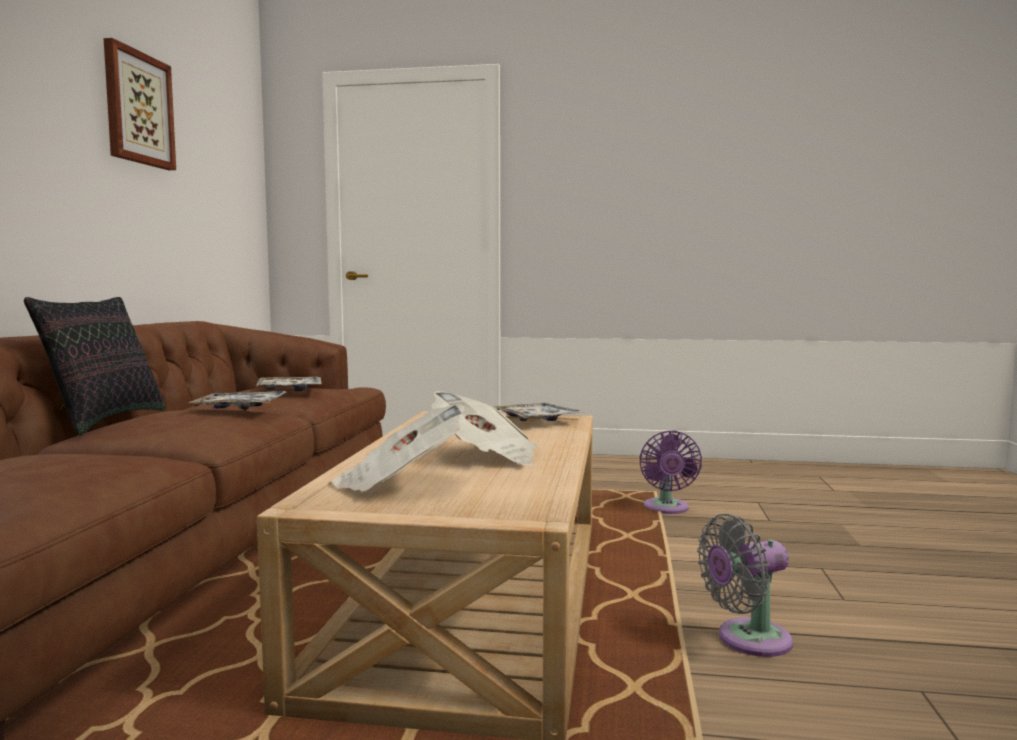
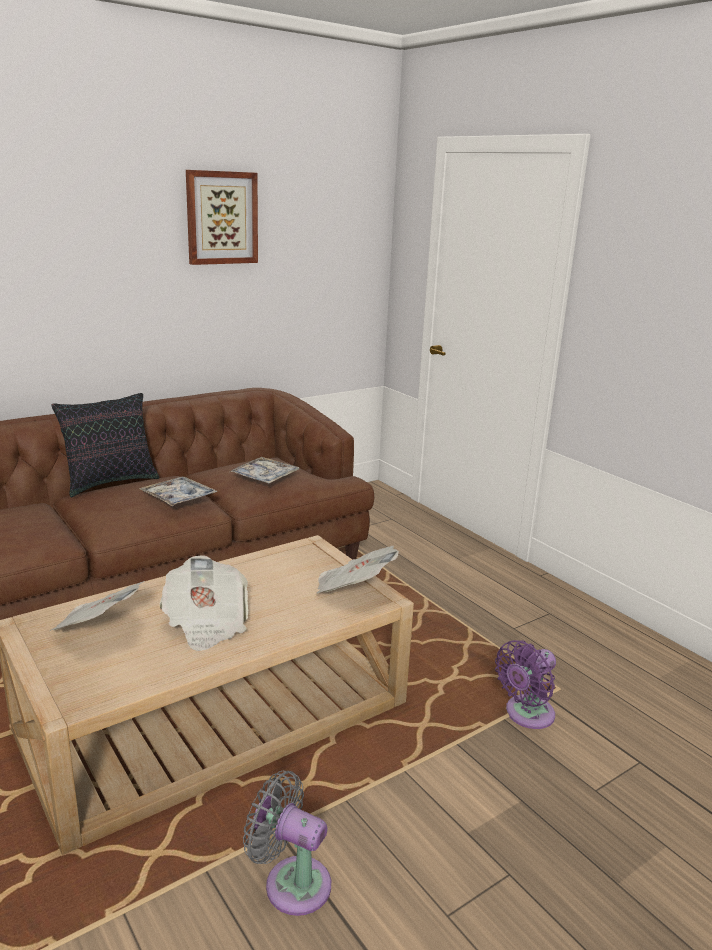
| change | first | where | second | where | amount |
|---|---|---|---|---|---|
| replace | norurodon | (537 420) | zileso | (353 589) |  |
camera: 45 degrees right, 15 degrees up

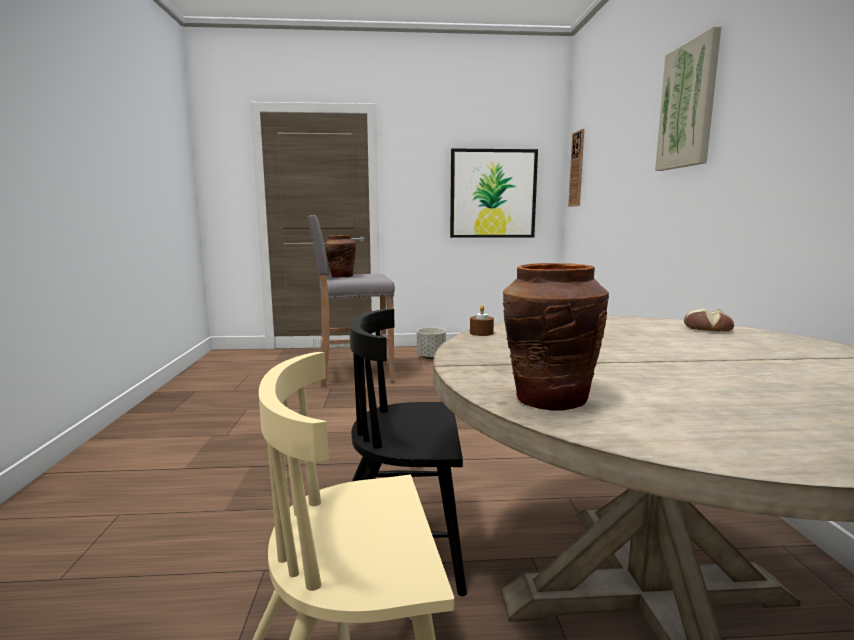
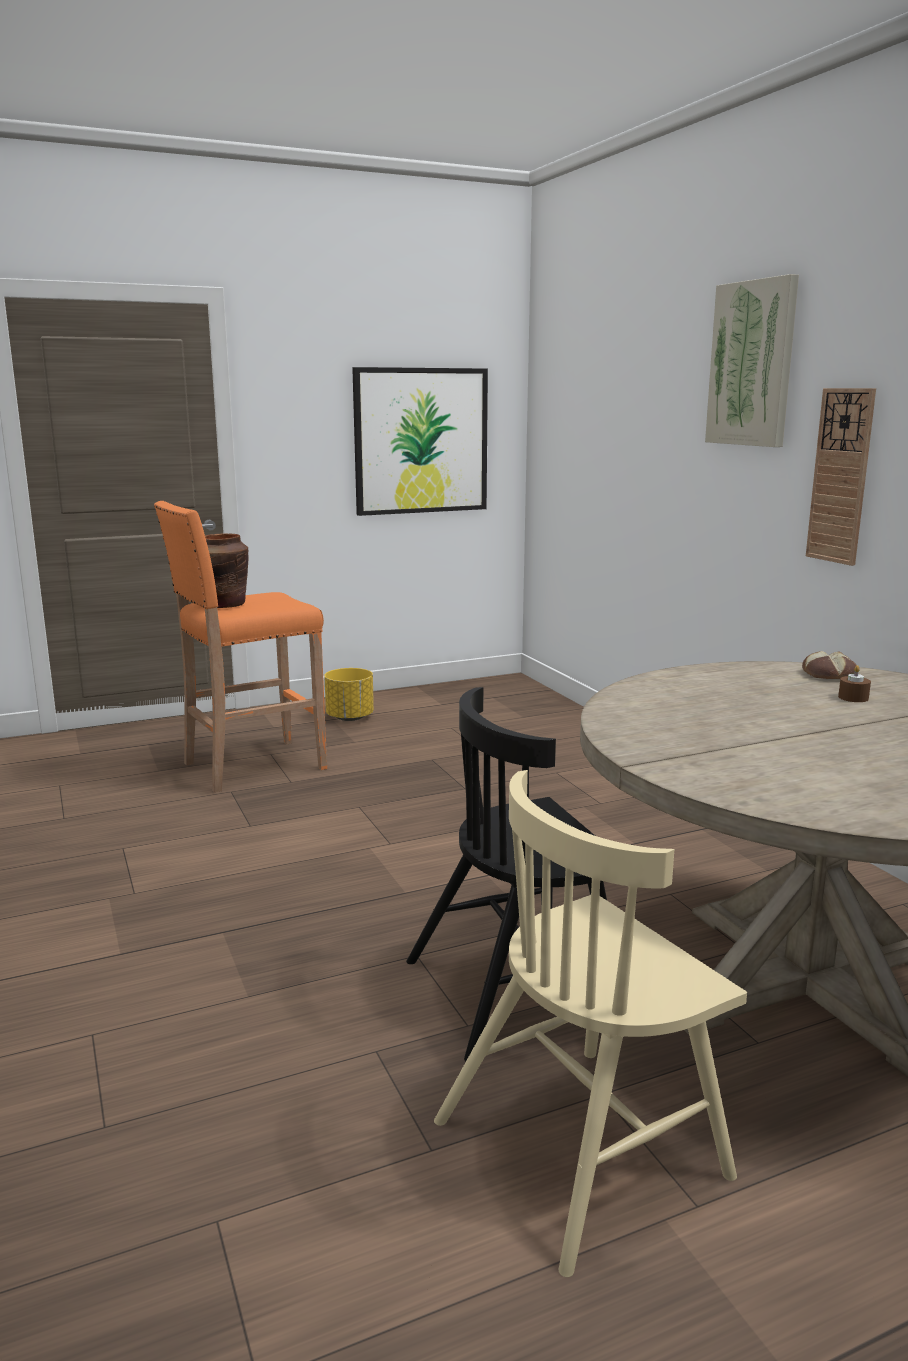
| change | first | where | second | where | amount |
|---|---|---|---|---|---|
| recolor | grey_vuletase | (353 376) | orange_vuletase | (251 766) |  |
| recolor | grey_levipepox | (431 357) | yellow_levipepox | (350 717) |  |
| move | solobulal | (577 169) |  | (841 476) |  |
| move | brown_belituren | (481 333) |  | (853 698) |  |
| delete | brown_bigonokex | (549 399) |  |  |  |
camera: 20 degrees left, 5 degrees up

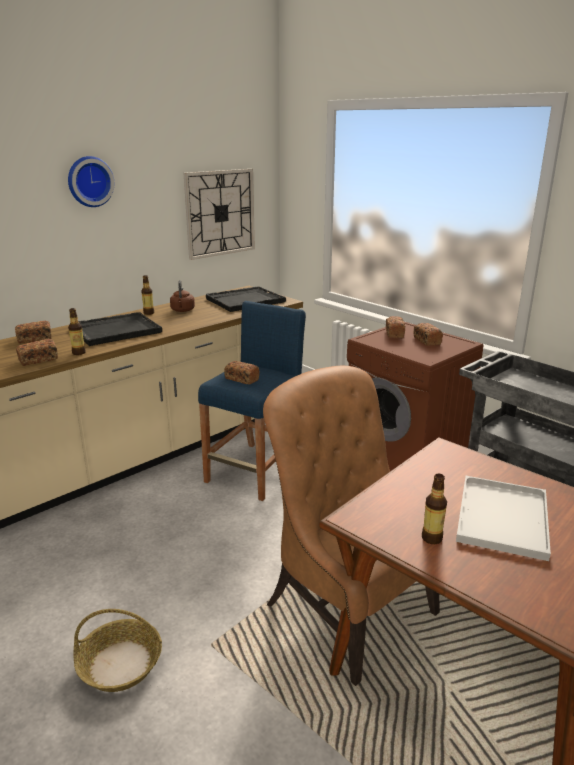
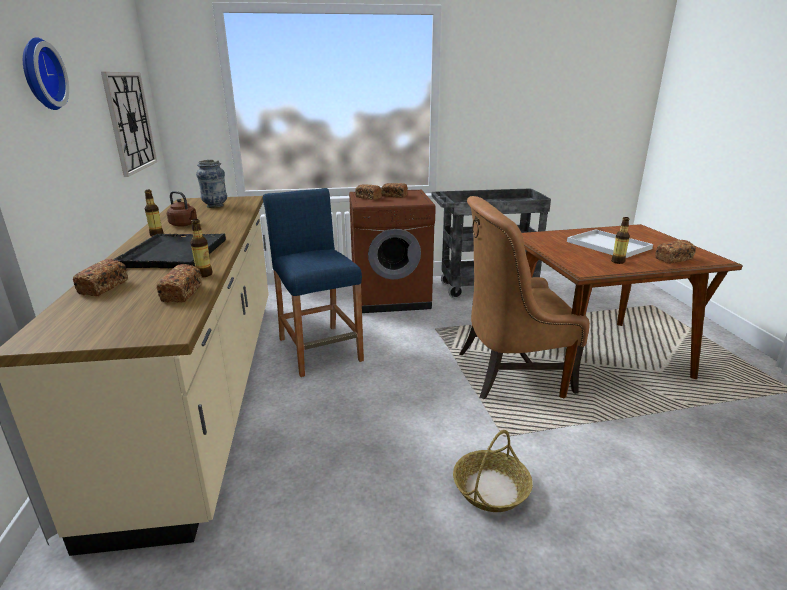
| change | first | where | second | where | amount |
|---|---|---|---|---|---|
| replace | black_norurodon | (244 300) | bigonokex | (215 206) |  |
| move | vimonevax | (241 379) |  | (673 259) |  |
camera: 55 degrees left, 0 degrees up

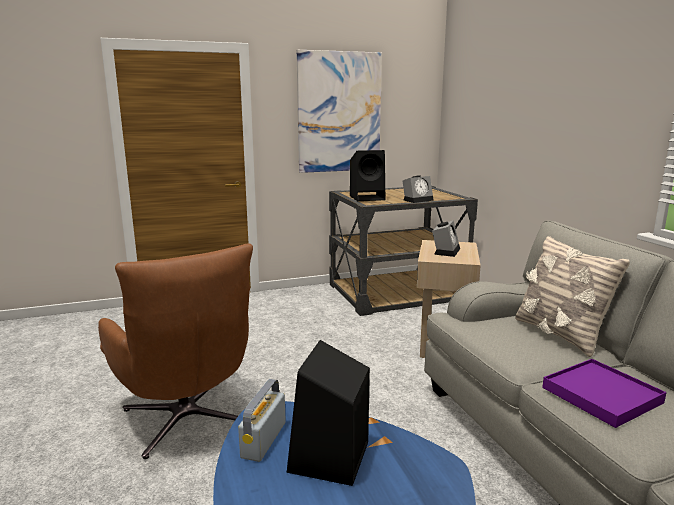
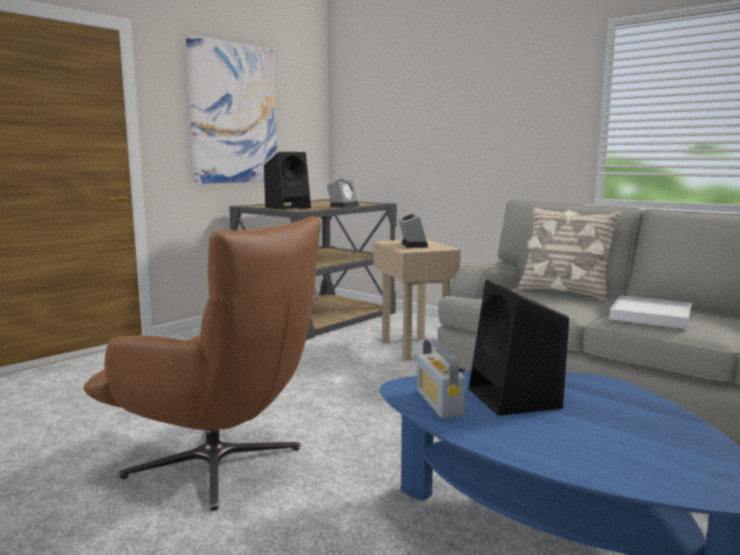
| change | first | where | second | where | amount |
|---|---|---|---|---|---|
| recolor | purple_norurodon | (602 395) | white_norurodon | (651 316) |  |
camera: 30 degrees left, 5 degrees down

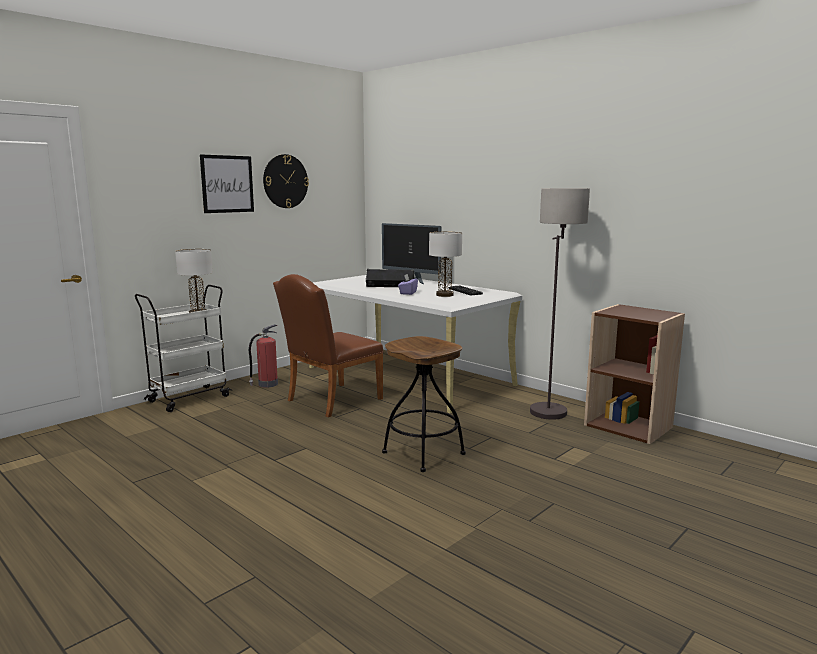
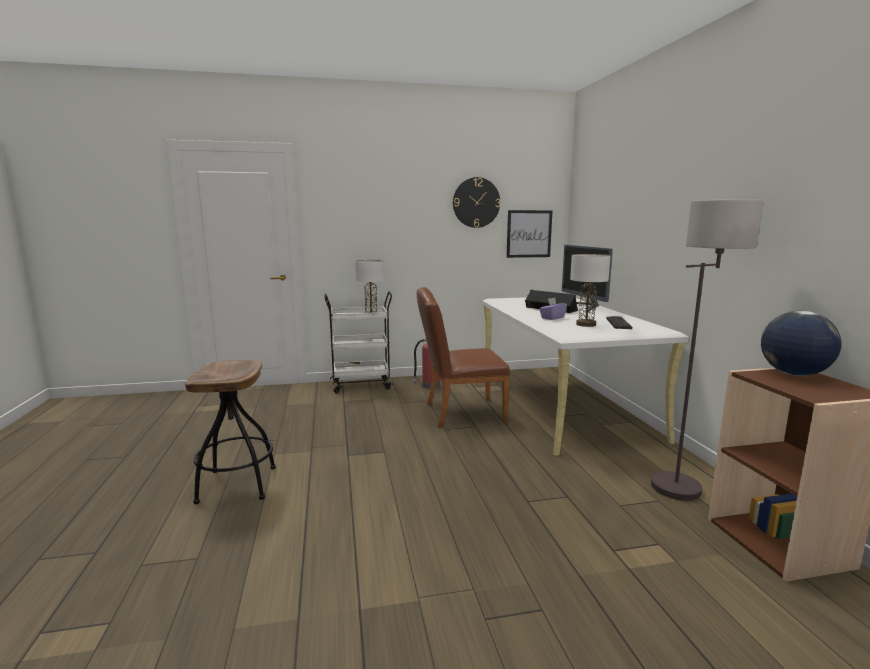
| change | first | where | second | where | amount |
|---|---|---|---|---|---|
| move | brown_vuletase | (424 453) |  | (237 484) |  |
| move | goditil | (227 184) |  | (529 234) |  |
| insert |  |  | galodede | (793 374) |  |
camera: 35 degrees right, 0 degrees up

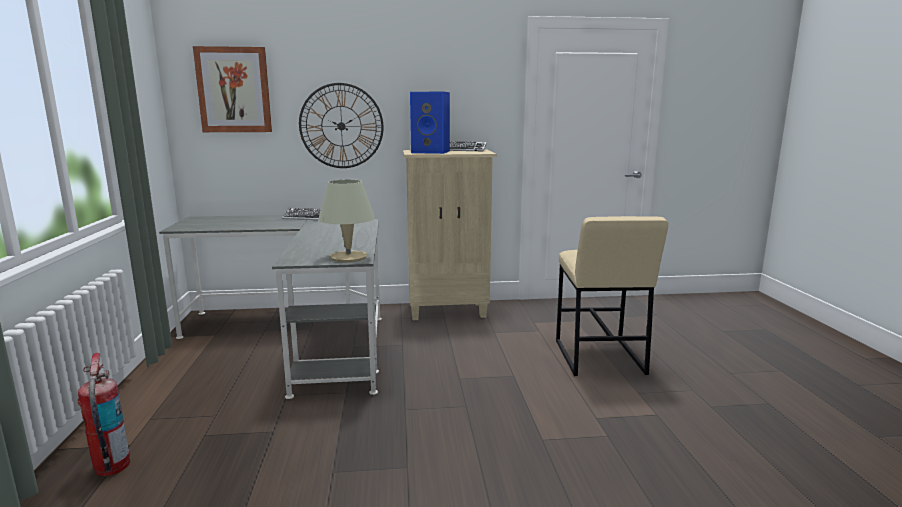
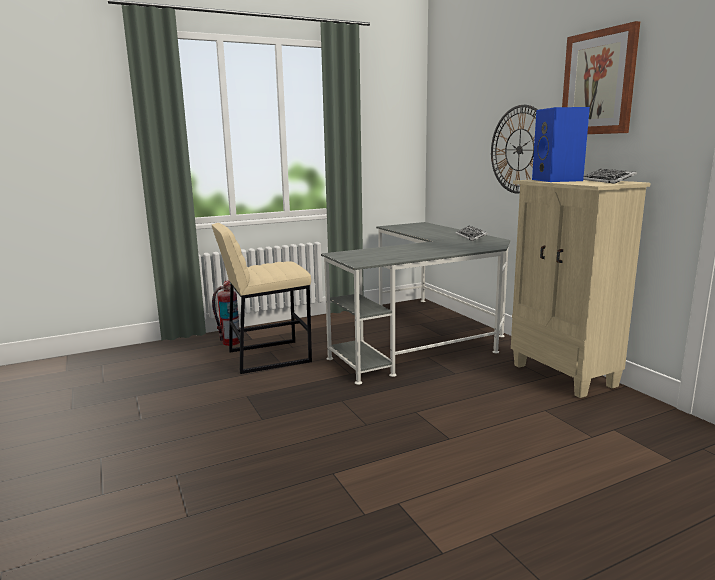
| change | first | where | second | where | amount |
|---|---|---|---|---|---|
| move | beige_vuletase | (600 358) |  | (267 357) |  |
| move | goditil | (234 90) |  | (598 83) |  |
| delete | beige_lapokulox | (349 257) |  |  |  |
camera: 70 degrees right, 0 degrees up

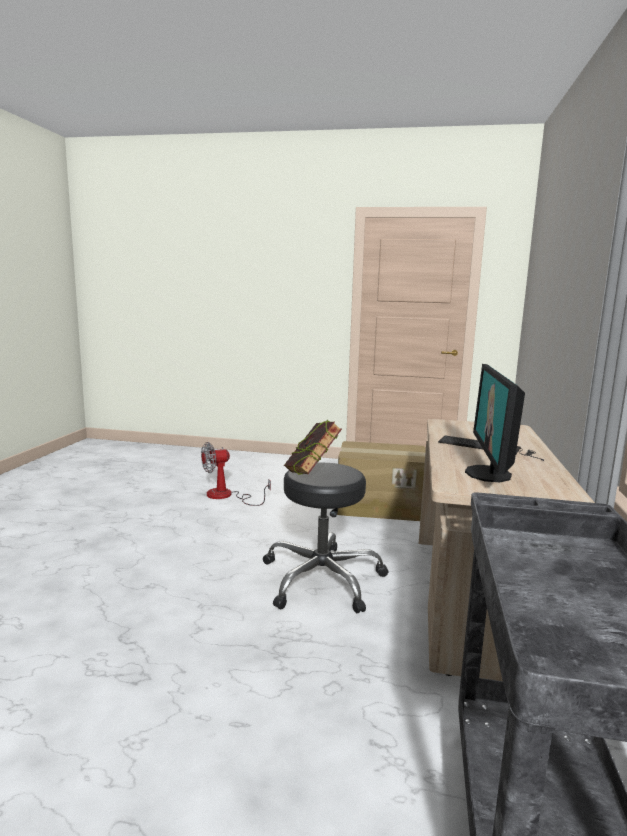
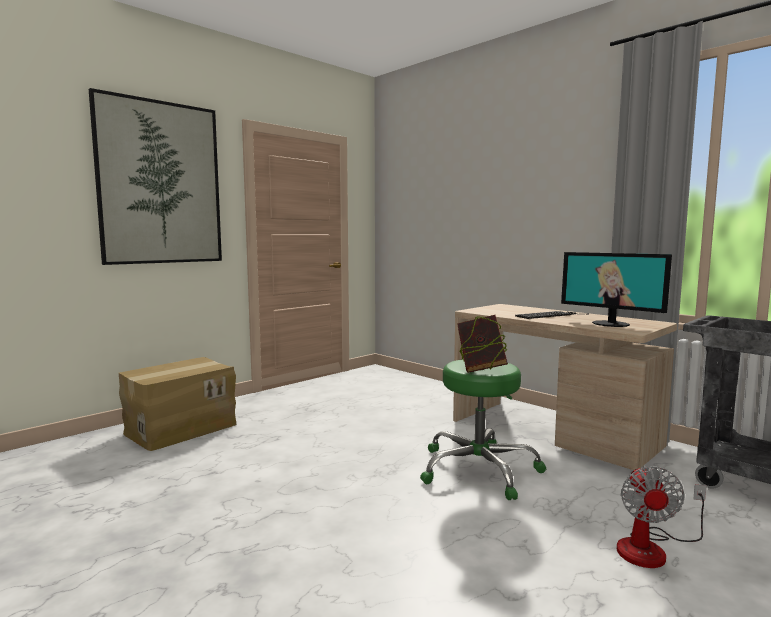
| change | first | where | second | where | amount |
|---|---|---|---|---|---|
| insert |  |  | goditil | (160 183) |  |
| move | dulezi | (380 506) |  | (180 428) |  |
| recolor | black_vuletase | (322 579) | green_vuletase | (479 469) |  |
| move | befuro | (227 496) |  | (652 548) |  |
camera: 55 degrees left, 5 degrees down

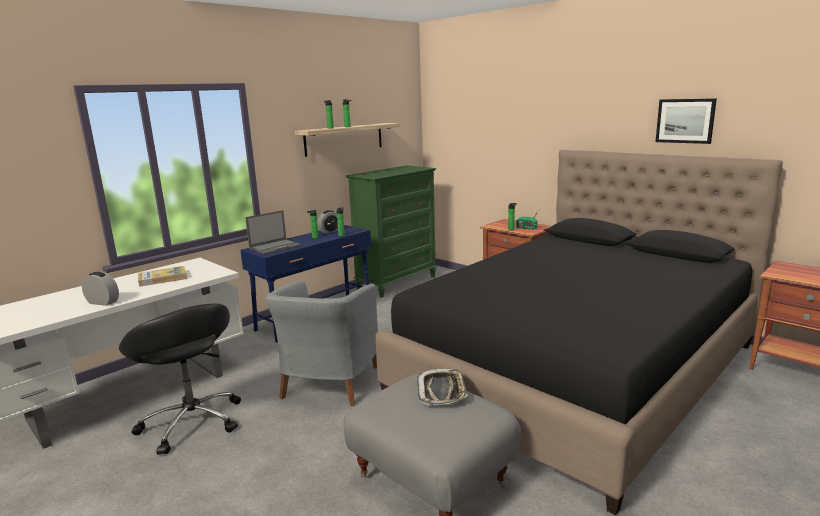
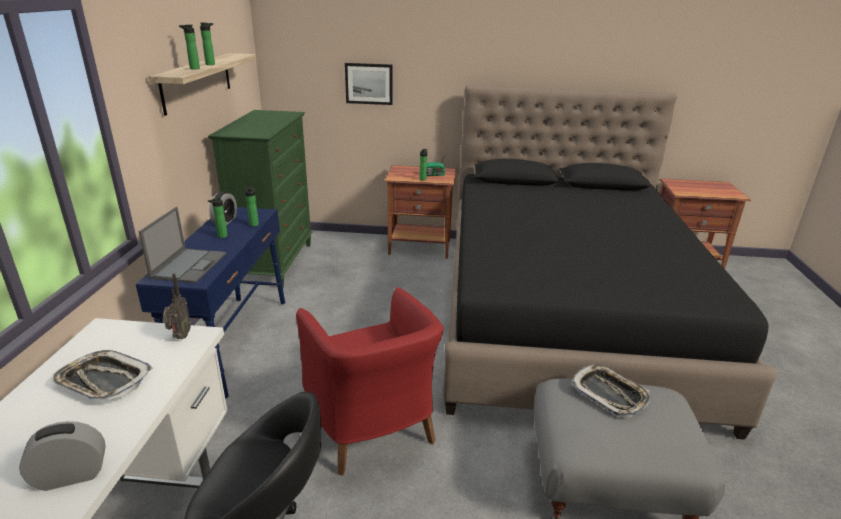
| change | first | where | second | where | amount |
|---|---|---|---|---|---|
| replace | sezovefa | (162 278) | norurodon | (103 381) |  |
| insert |  |  | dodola | (180 337) |  |
| recolor | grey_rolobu | (328 384) | red_rolobu | (372 428) |  |
| move | goditil | (685 121) |  | (369 83) |  |
camera: 40 degrees left, 10 degrees up

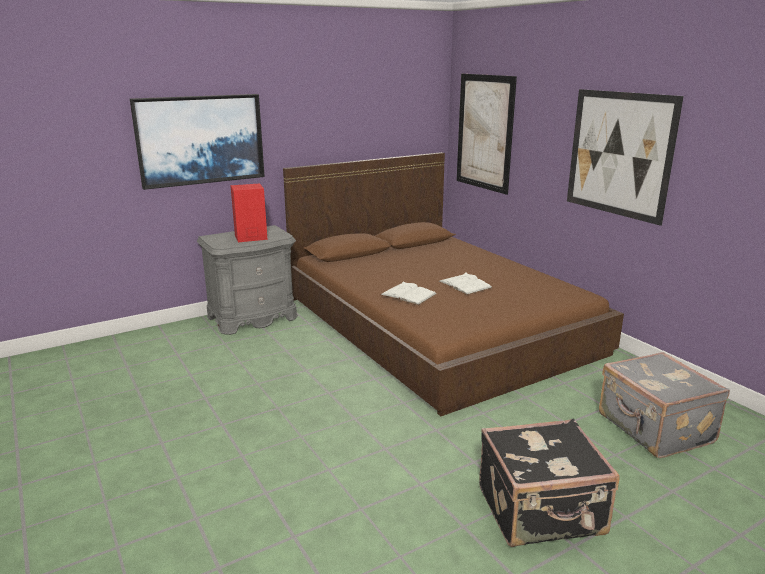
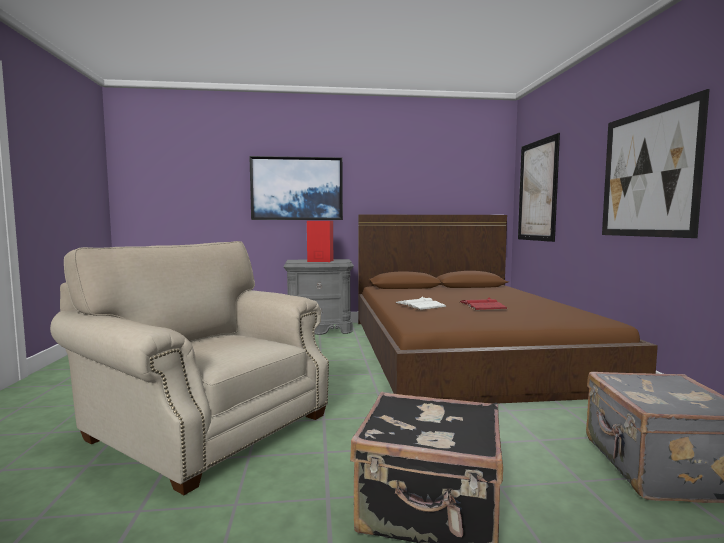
| change | first | where | second | where | amount |
|---|---|---|---|---|---|
| insert |  |  | beige_rolobu | (205 424) |  |
| recolor | white_sezovefa | (465 284) | red_sezovefa | (482 305) |  |
camera: 25 degrees right, 15 degrees down

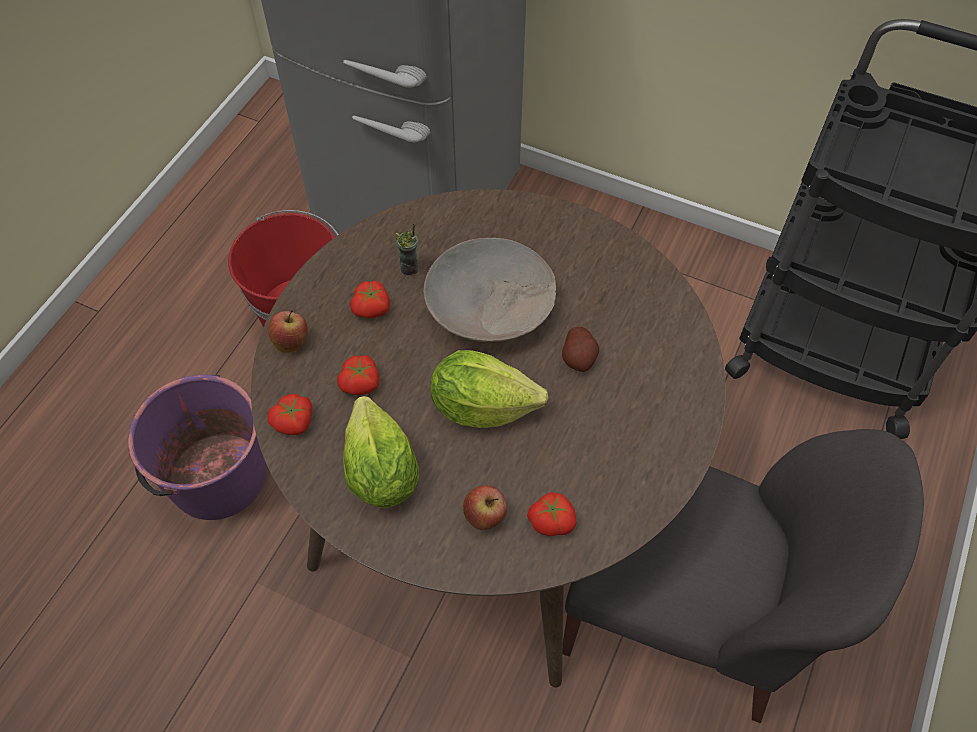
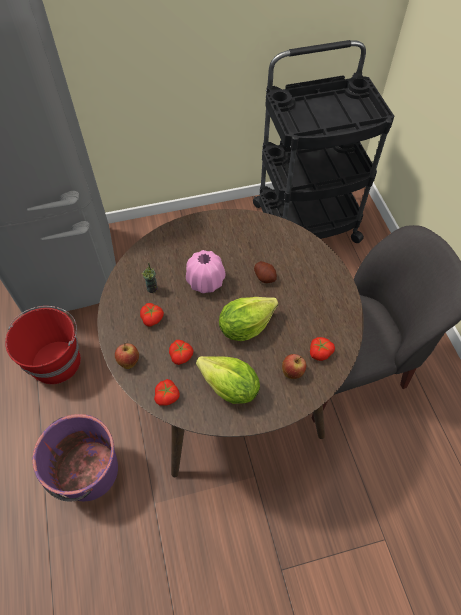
| change | first | where | second | where | amount |
|---|---|---|---|---|---|
| replace | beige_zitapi | (488 307) | pink_bigonokex | (205 281) |  |
camera: 40 degrees left, 0 degrees up

